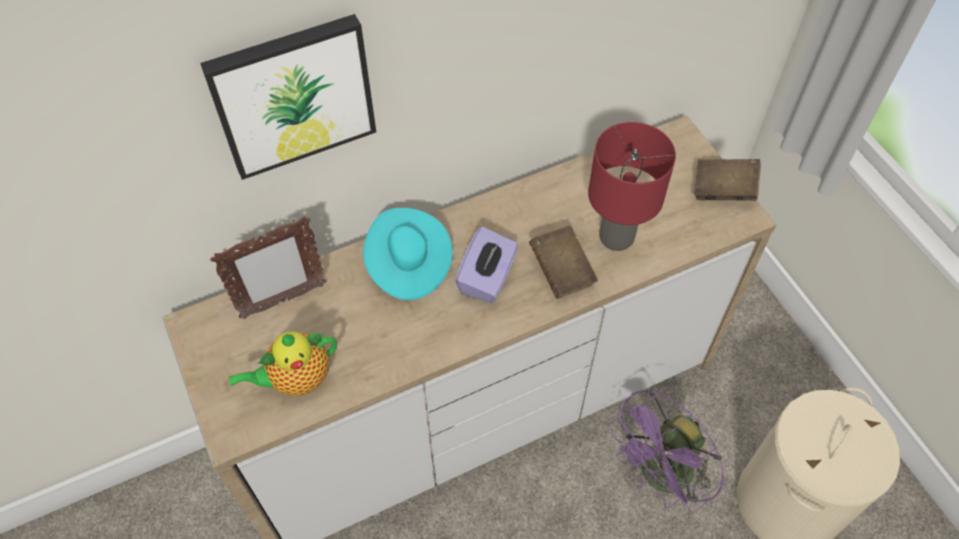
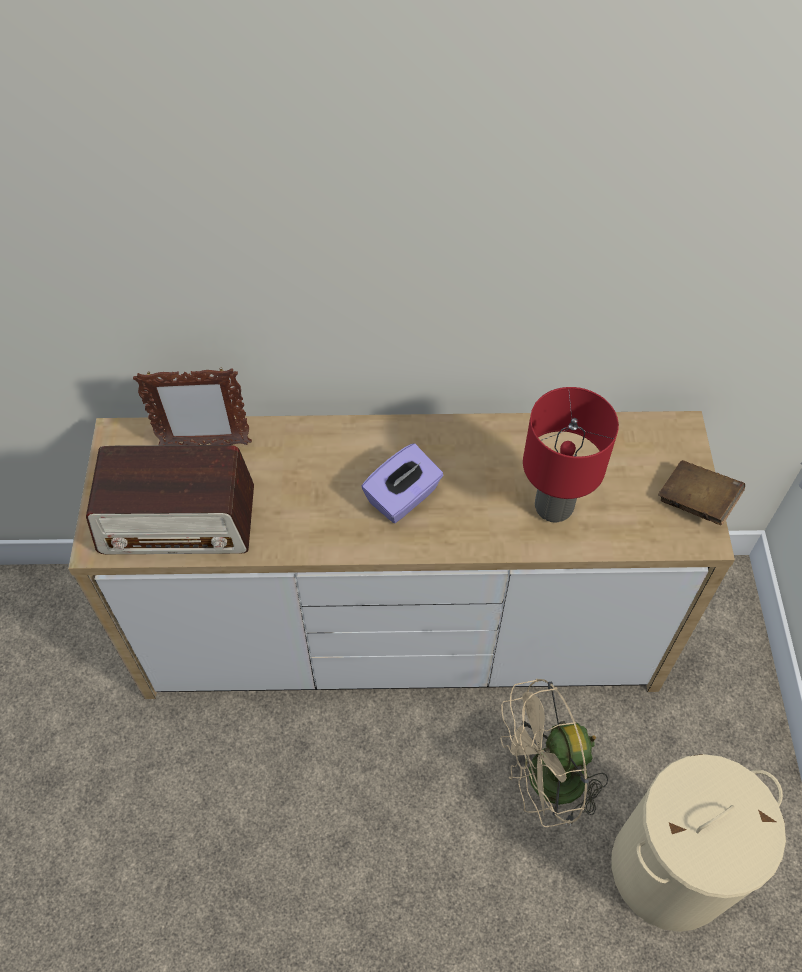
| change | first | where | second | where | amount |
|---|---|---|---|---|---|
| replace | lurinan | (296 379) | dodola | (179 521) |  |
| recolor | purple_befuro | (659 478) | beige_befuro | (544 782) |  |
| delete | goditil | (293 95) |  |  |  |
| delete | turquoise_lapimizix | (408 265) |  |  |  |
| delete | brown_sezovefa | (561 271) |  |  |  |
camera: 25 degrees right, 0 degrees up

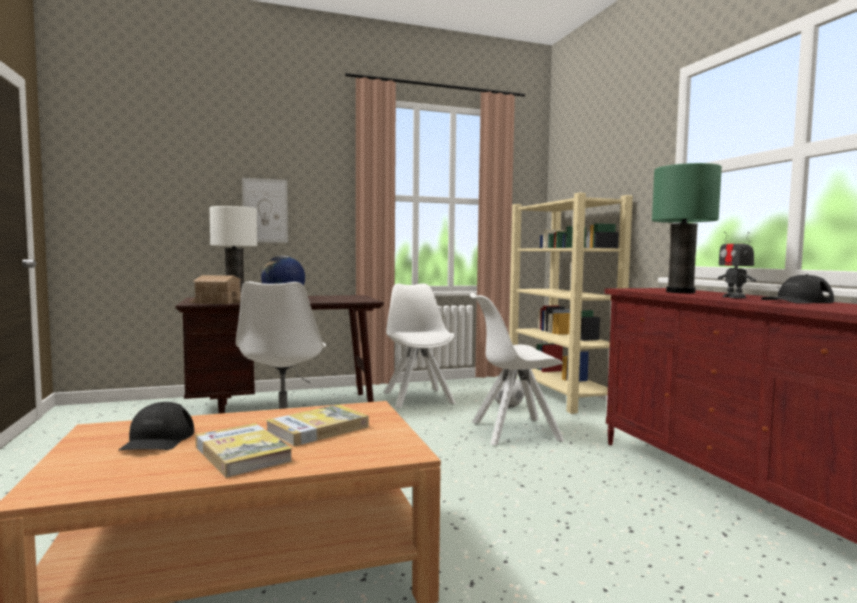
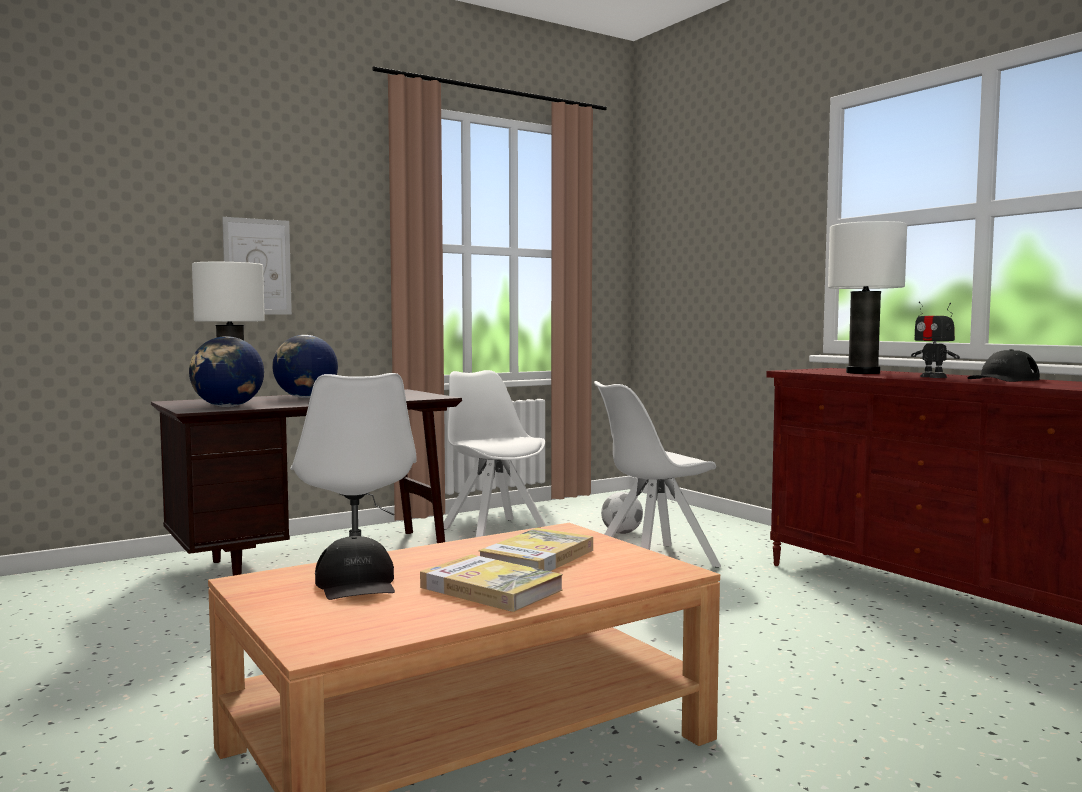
| change | first | where | second | where | amount |
|---|---|---|---|---|---|
| replace | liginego | (218 302) | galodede | (228 407) |  |
| recolor | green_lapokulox | (680 292) | white_lapokulox | (863 373) |  |
| delete | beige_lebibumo | (560 394) |  |  |  |
camera: 15 degrees left, 0 degrees up

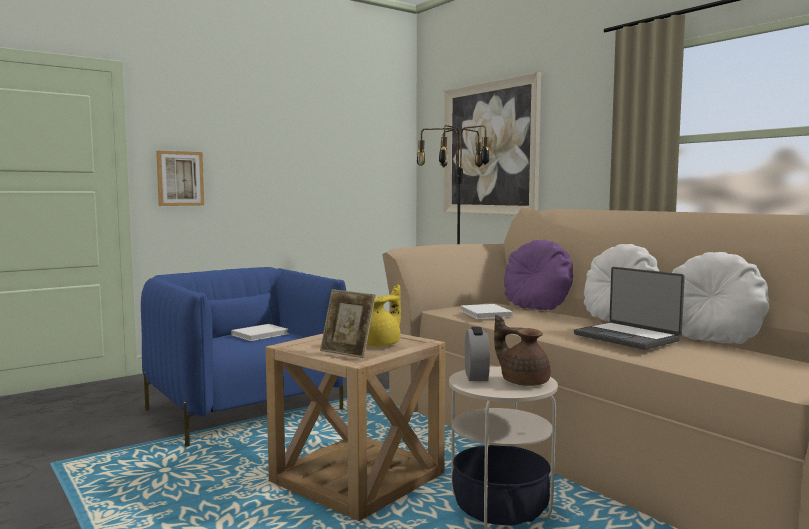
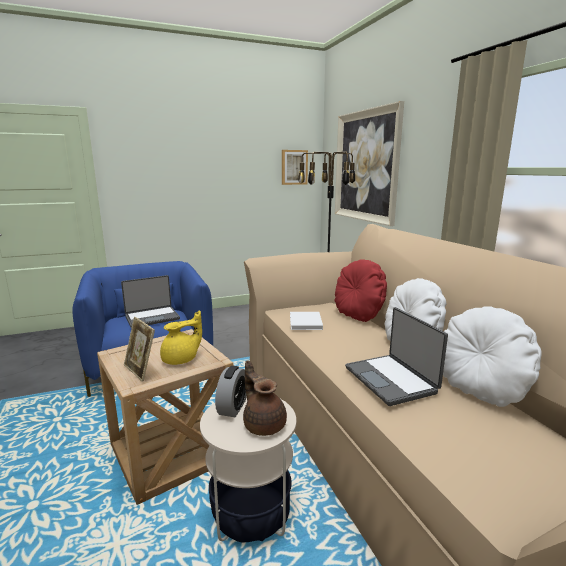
| change | first | where | second | where | amount |
|---|---|---|---|---|---|
| replace | white_sezovefa | (261 334) | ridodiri | (152 317) |  |
| move | goditil | (180 178) |  | (294 167) |  |
| recolor | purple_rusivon | (537 308) | red_rusivon | (358 316) |  |
camera: 15 degrees right, 10 degrees up

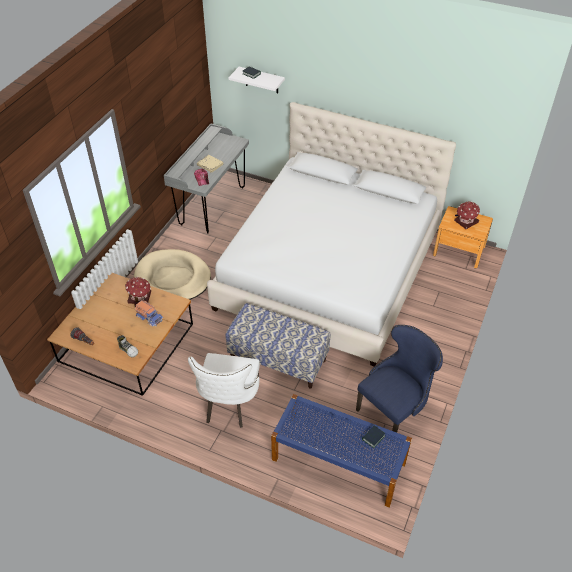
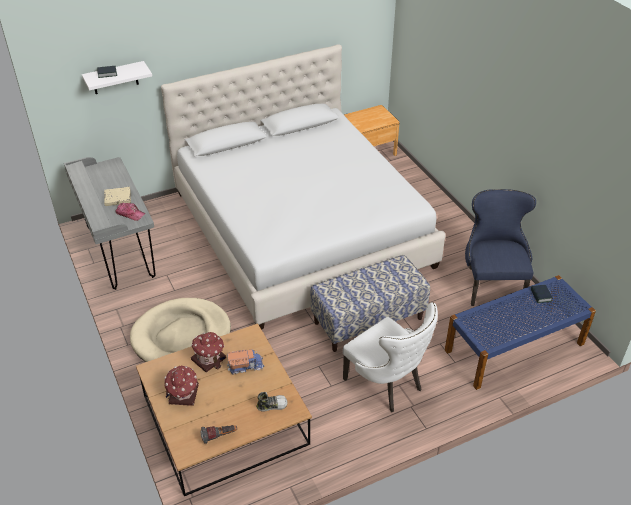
| change | first | where | second | where | amount |
|---|---|---|---|---|---|
| move | liginego | (465 221) |  | (183 395) |  |
camera: 50 degrees left, 5 degrees down

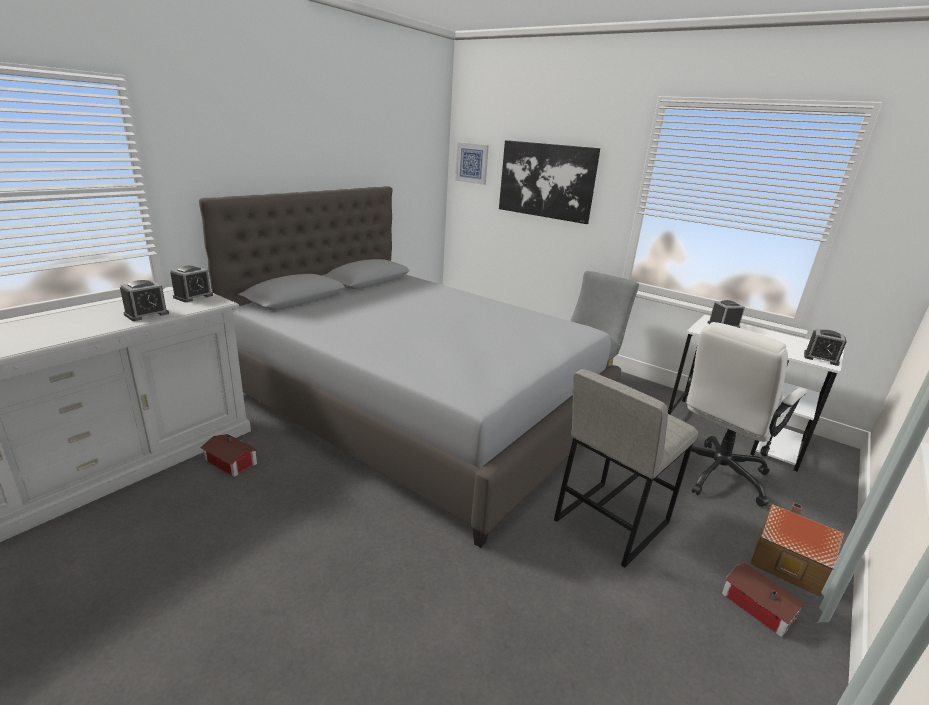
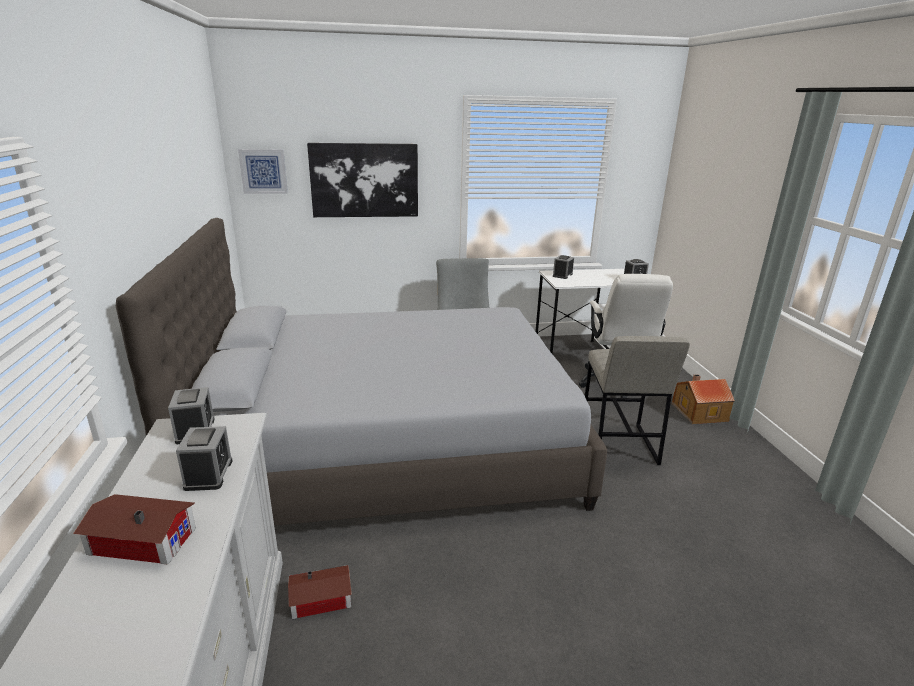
| change | first | where | second | where | amount |
|---|---|---|---|---|---|
| move | liginego | (757 604) |  | (141 539) |  |
camera: 45 degrees left, 0 degrees up

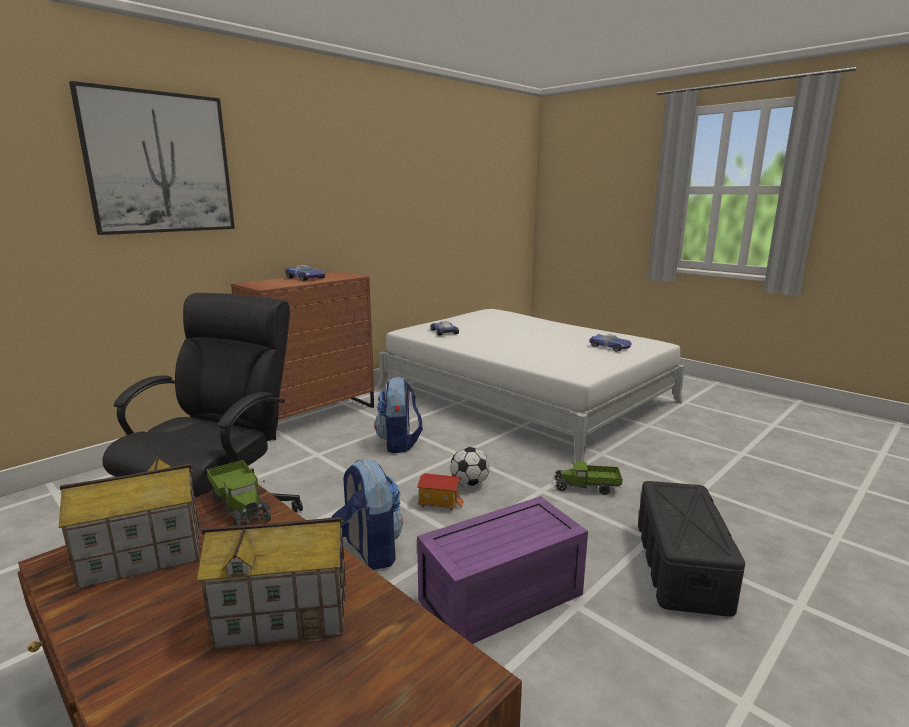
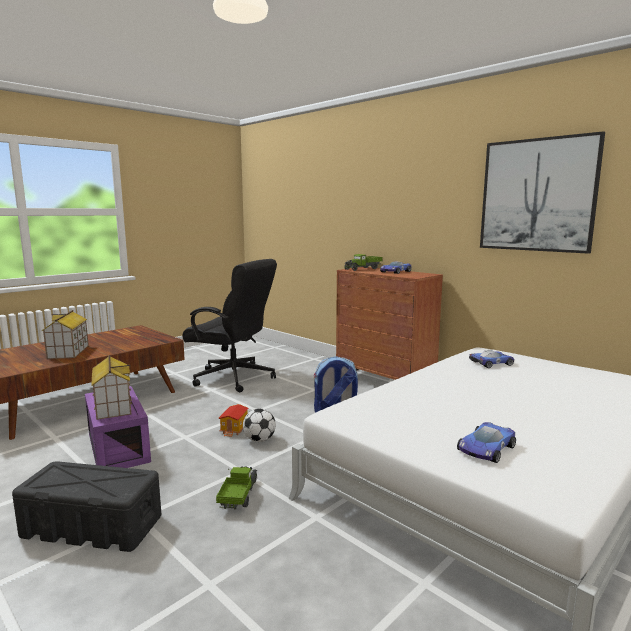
| change | first | where | second | where | amount |
|---|---|---|---|---|---|
| move | liginego | (142 557) |  | (113 407) |  |
| move | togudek | (241 506) |  | (363 269) |  |
| move | goditil | (160 163) |  | (537 195) |  |
| delete | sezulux | (369 550) |  |  |  |
camera: 90 degrees right, 5 degrees down

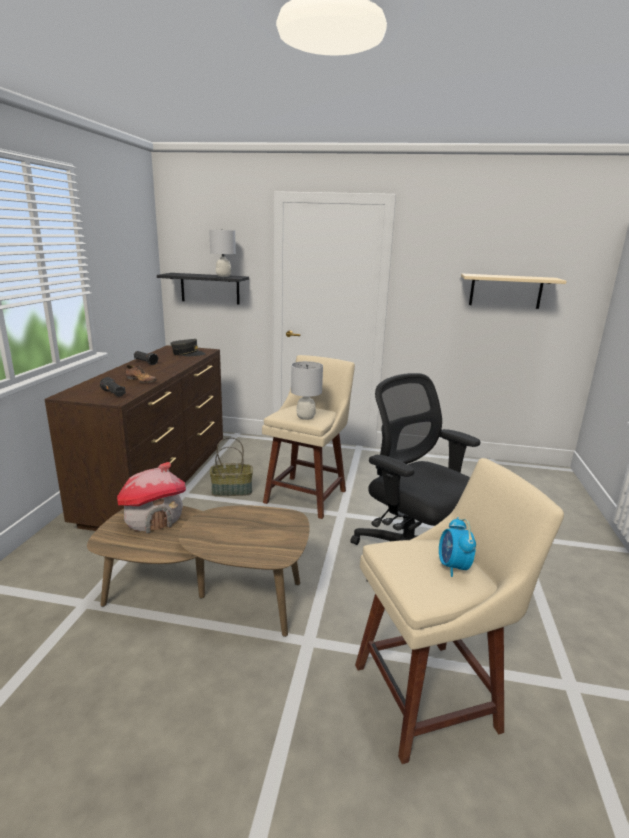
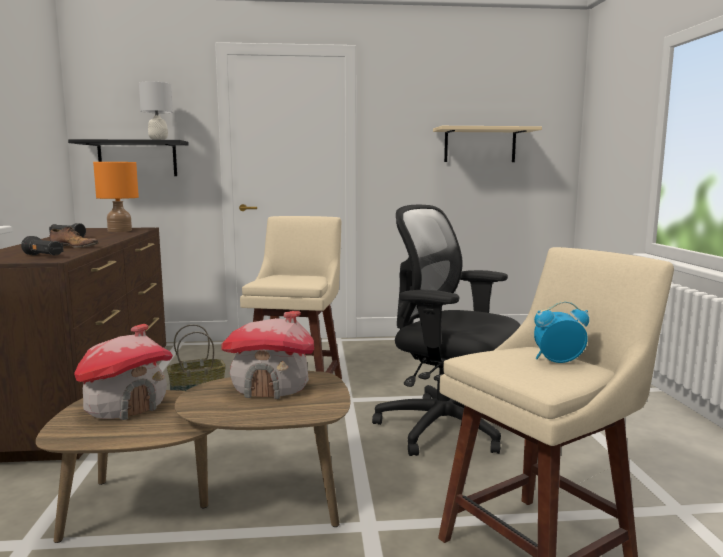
| change | first | where | second | where | amount |
|---|---|---|---|---|---|
| replace | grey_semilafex | (188 354) | orange_lapokulox | (119 231) |  |
| insert |  |  | liginego | (271 387) |  |
| rotate | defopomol | (453 567) |  | (557 361) | 105 degrees clockwise |
| delete | grey_lapokulox | (306 418) |  |  |  |
camera: 15 degrees left, 10 degrees down

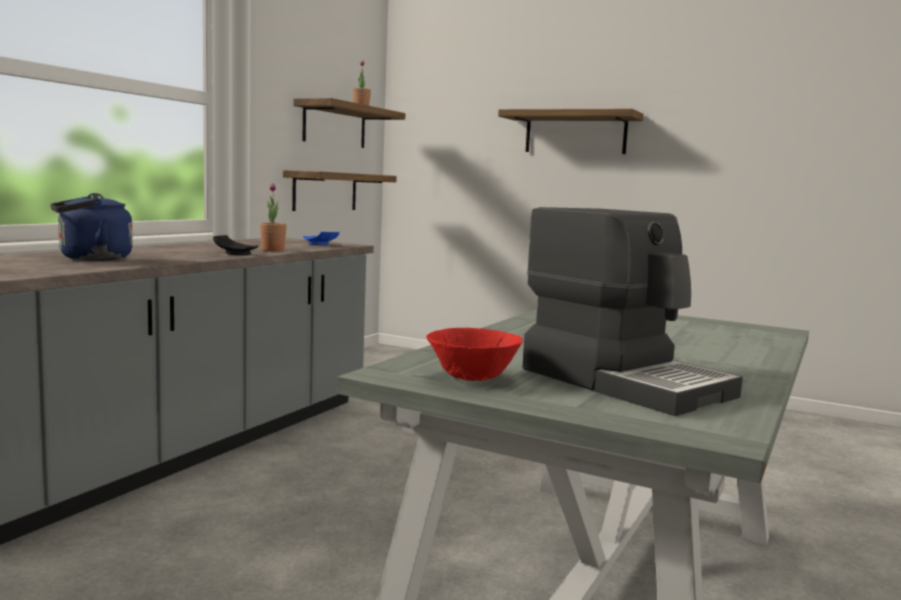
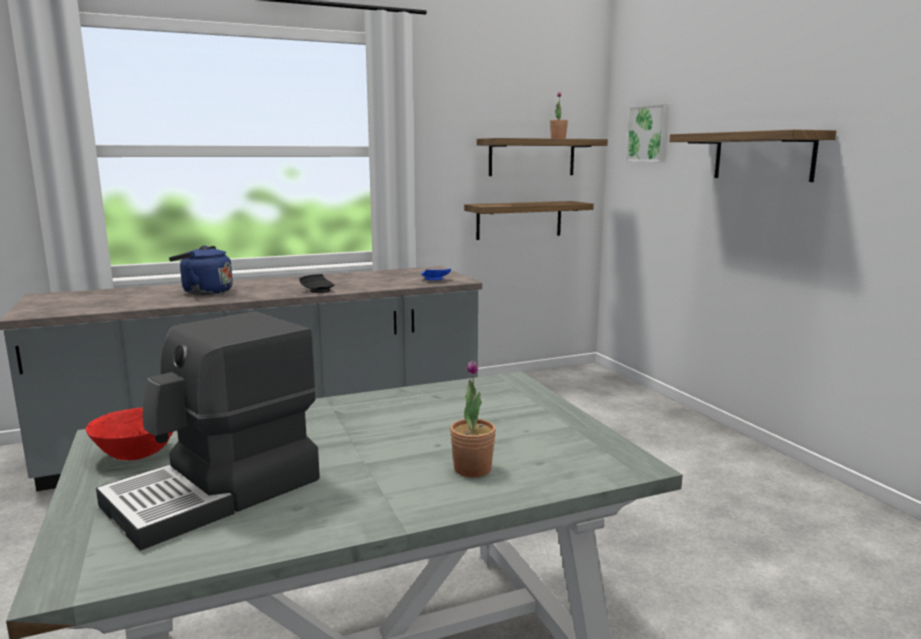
| change | first | where | second | where | amount |
|---|---|---|---|---|---|
| rotate | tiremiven | (625 382) |  | (217 493) | 45 degrees clockwise |
| move | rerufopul | (273 250) |  | (472 469) |  |
| insert |  |  | goditil | (649 134) |  |
camera: 40 degrees right, 5 degrees up

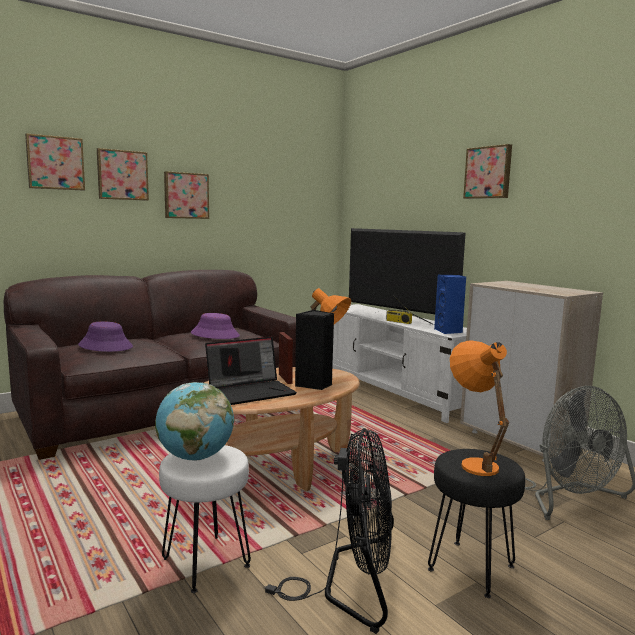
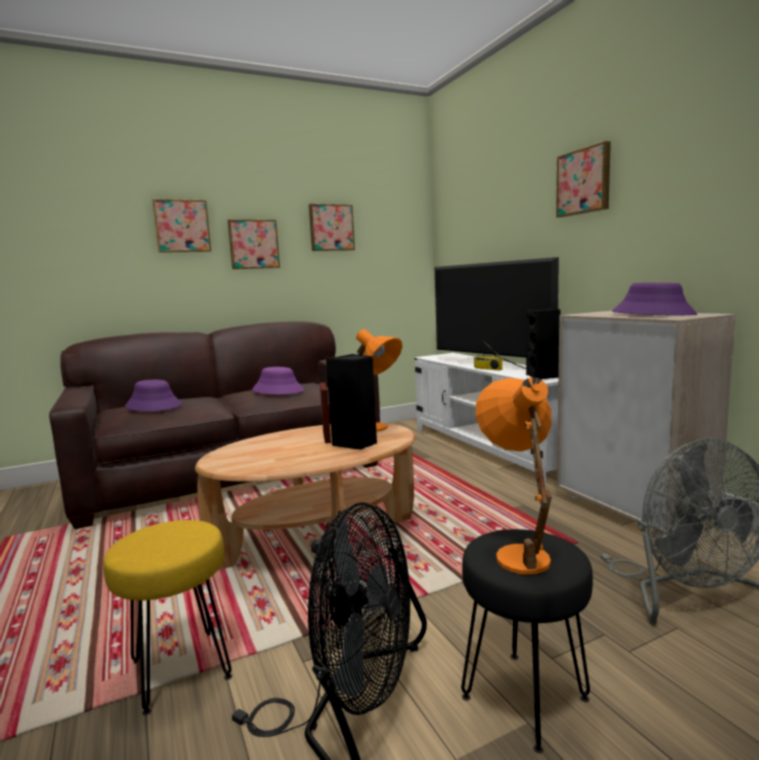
| change | first | where | second | where | amount |
|---|---|---|---|---|---|
| recolor | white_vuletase | (205 563) | yellow_vuletase | (179 670) |  |
| move | goditil | (55 163) |  | (331 228) |  |
| recolor | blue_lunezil | (448 331) | black_lunezil | (543 376) |  |
| insert |  |  | purple_lapimizix | (653 314) |  |
| delete | galodede | (195 457) |  |  |  |
| delete | ridodiri | (251 391) |  |  |  |
camera: 10 degrees right, 0 degrees up

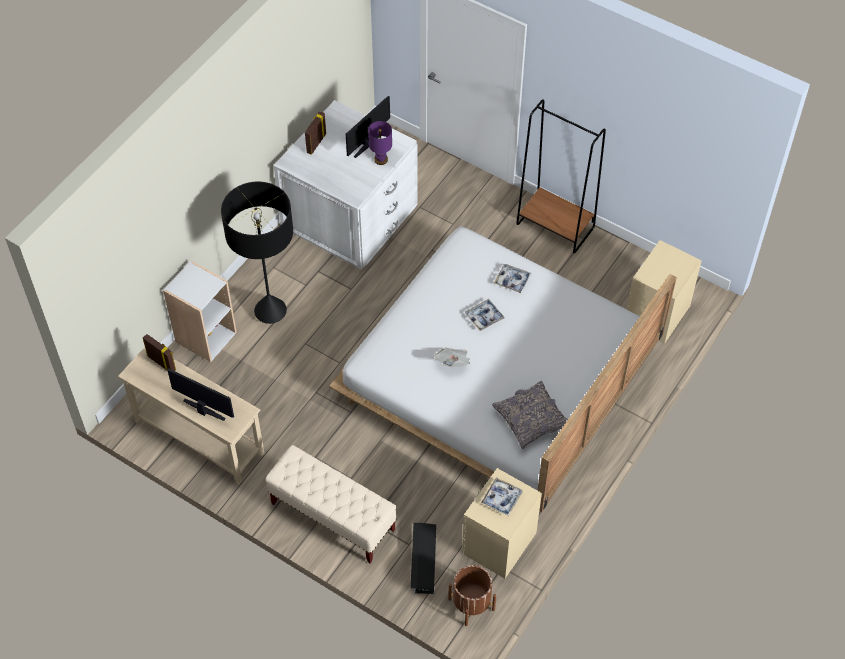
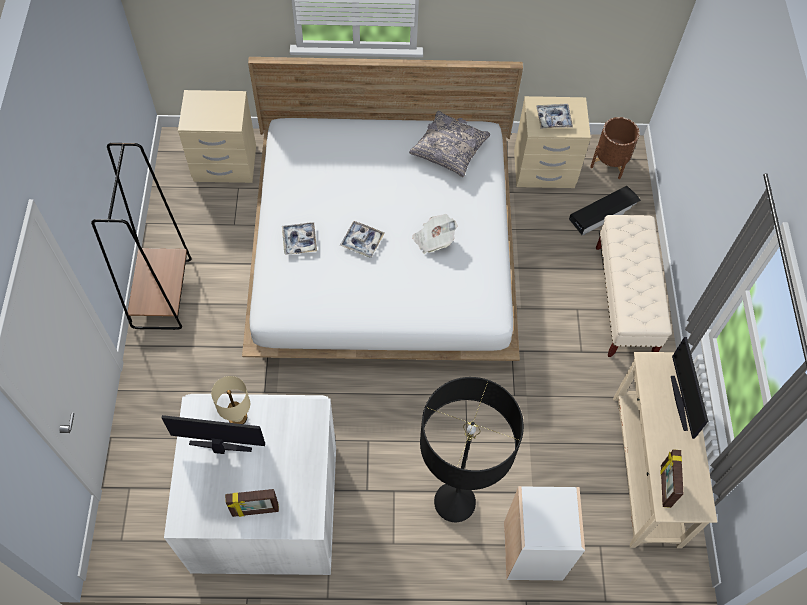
| change | first | where | second | where | amount |
|---|---|---|---|---|---|
| recolor | purple_lapokulox | (381 159) | beige_lapokulox | (237 417) |  |
camera: 125 degrees left, 5 degrees up

